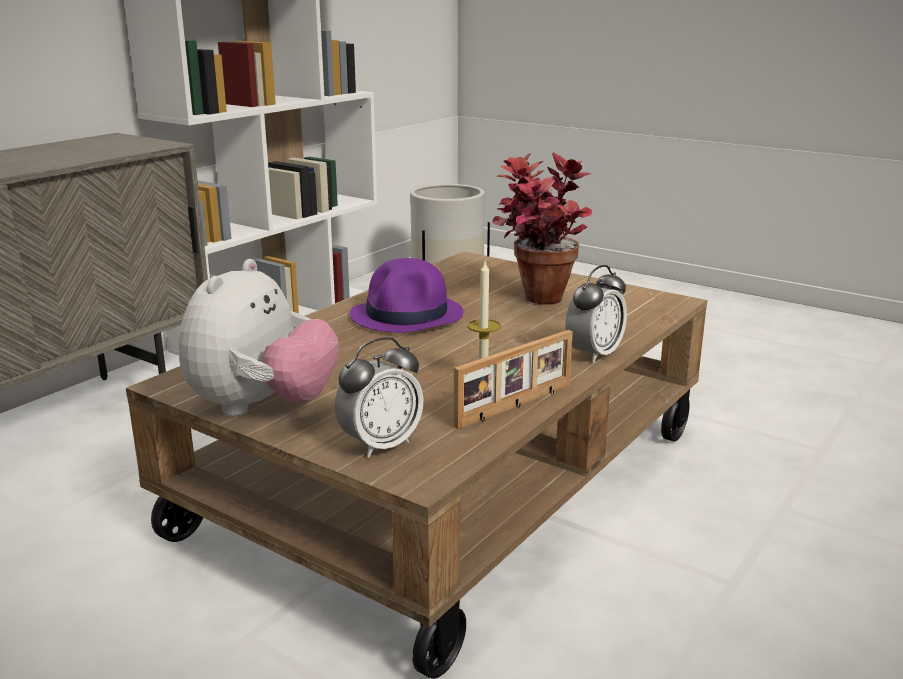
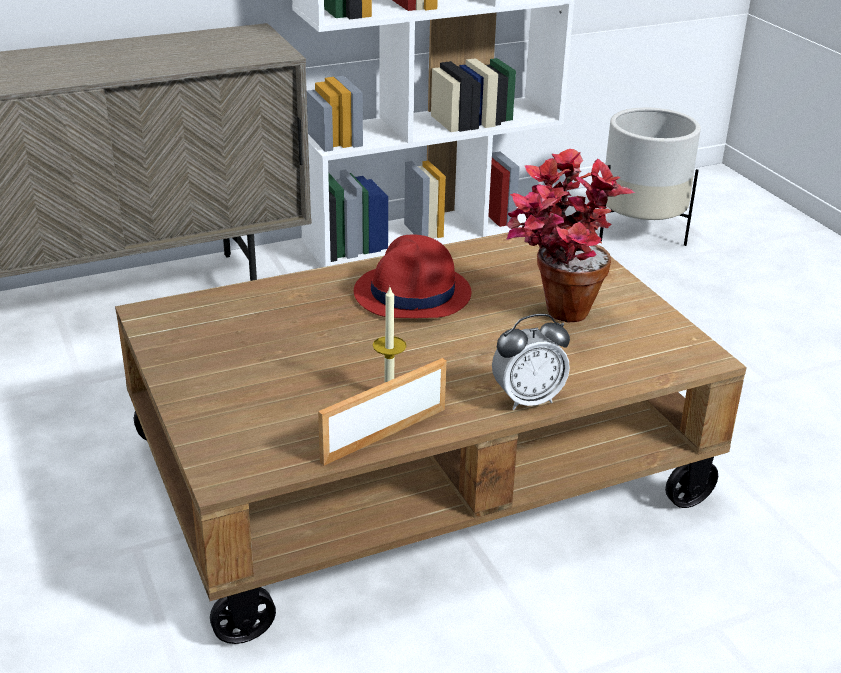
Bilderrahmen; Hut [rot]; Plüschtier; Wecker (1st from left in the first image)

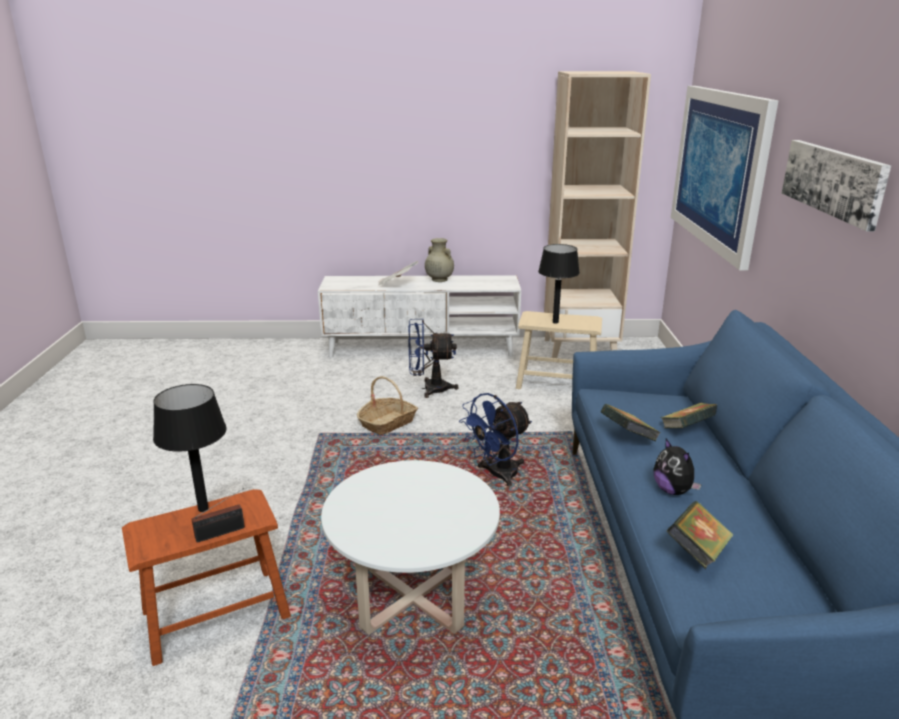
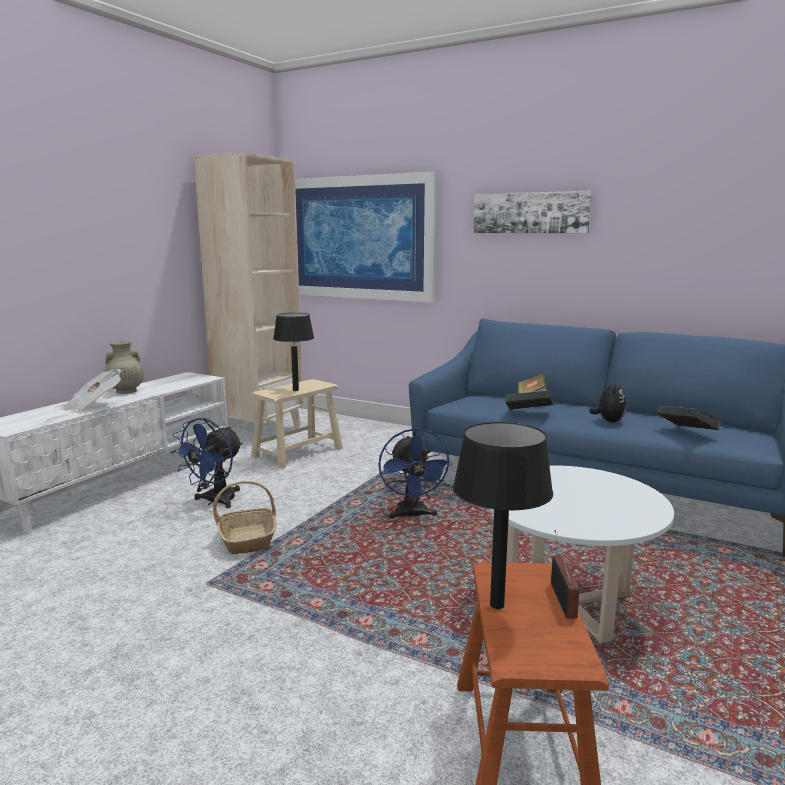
Plüschtier

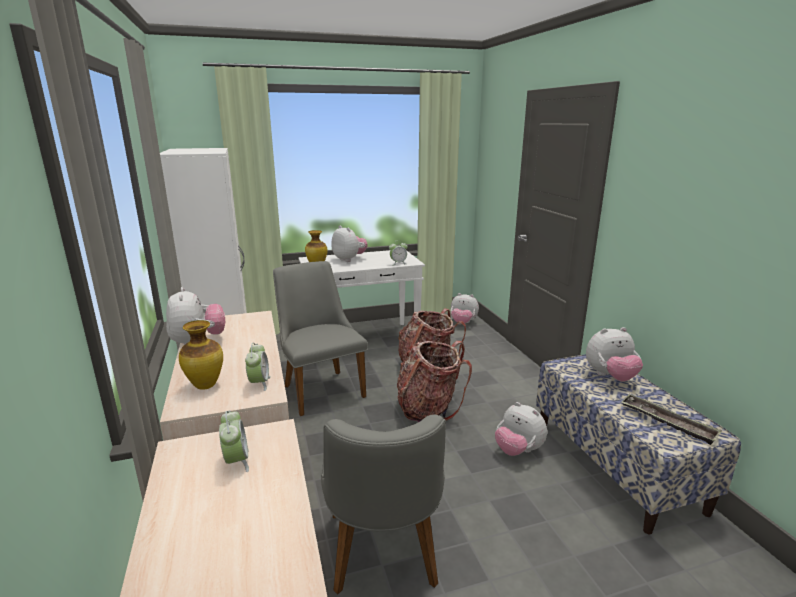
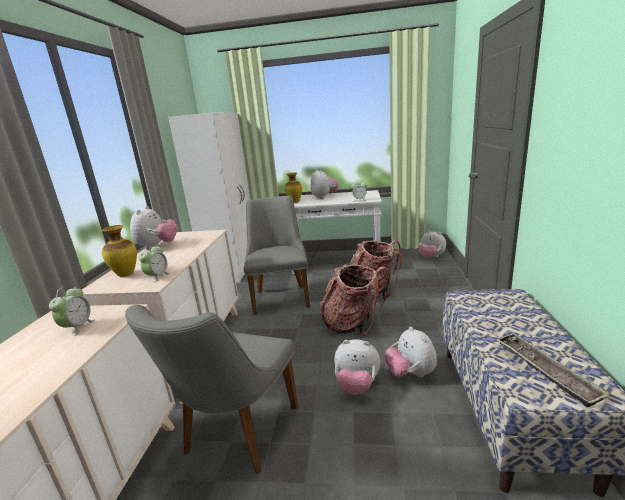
Plüschtier (3rd from left)

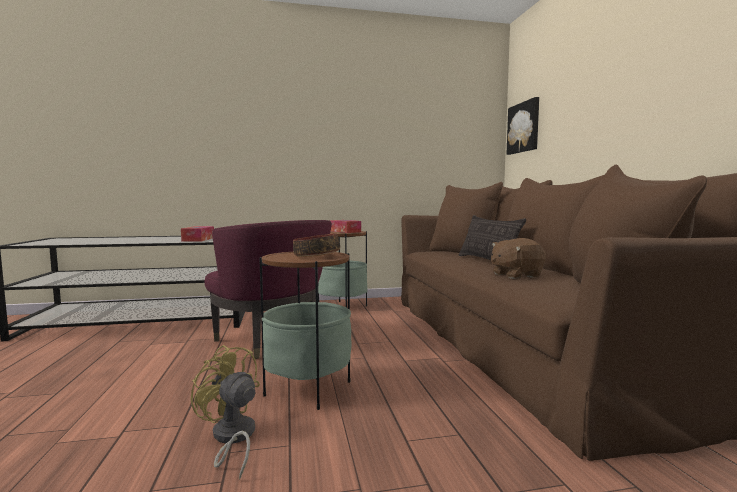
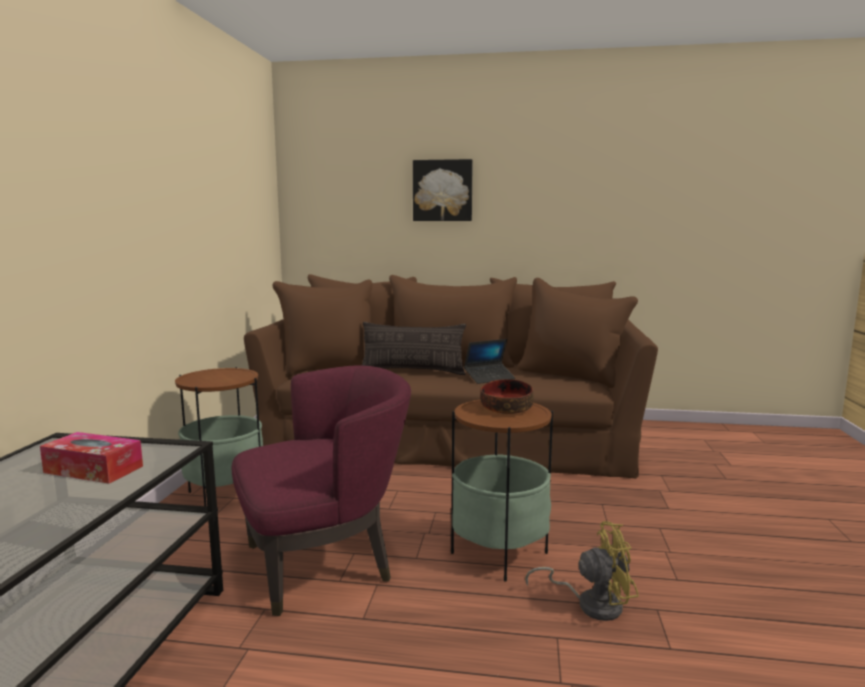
Bild; Laptop; Ventilator [gelb]; Taschentuchbox (2nd from left in the first image)

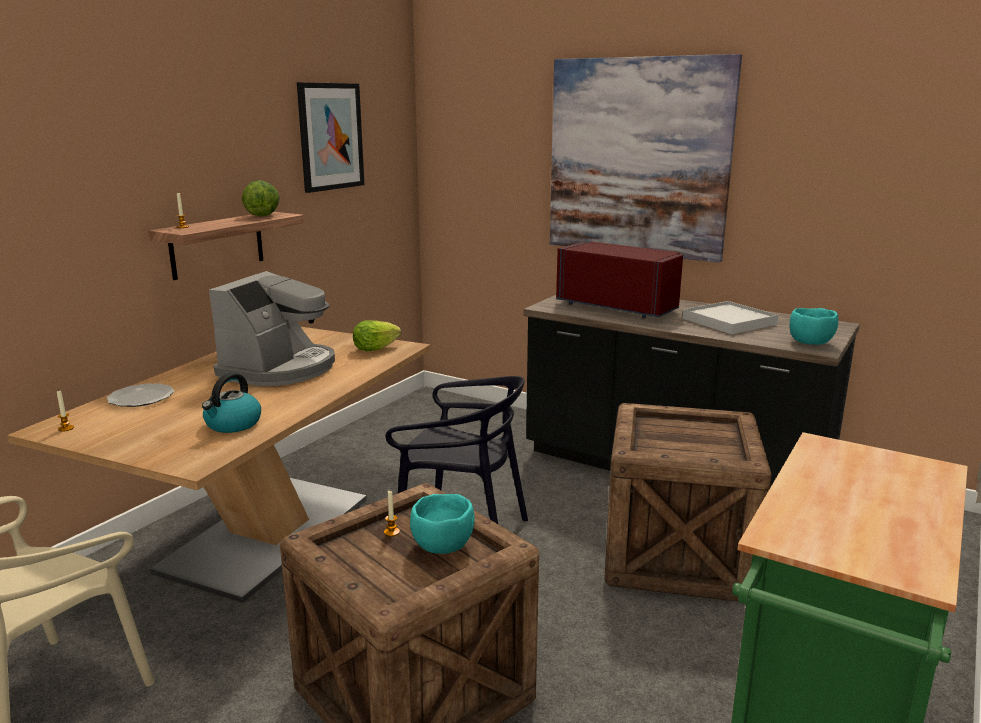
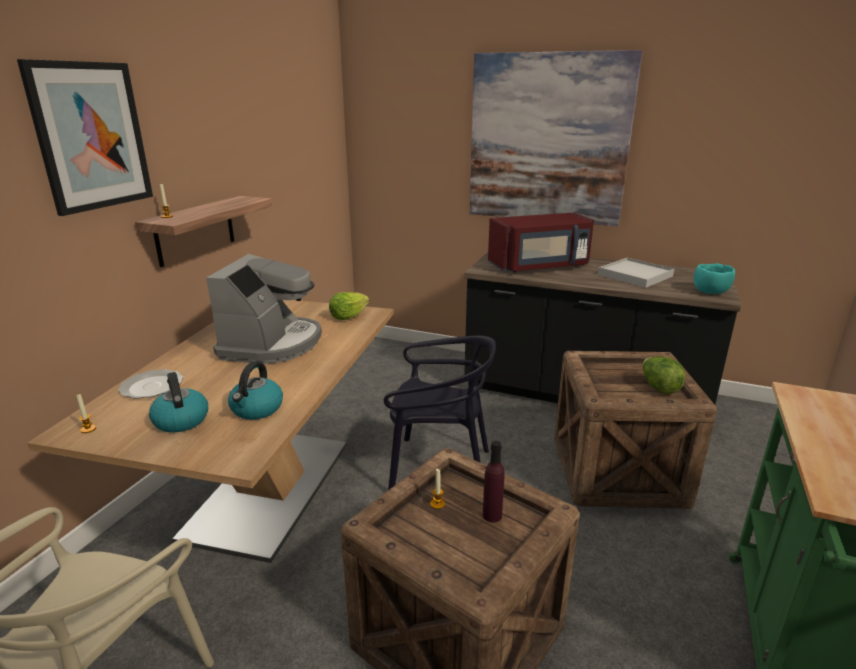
Bild (1st from left); Wasserkessel (1st from left); Flasche [lila]; Mikrowelle [rot]; Salatkopf (2nd from left)

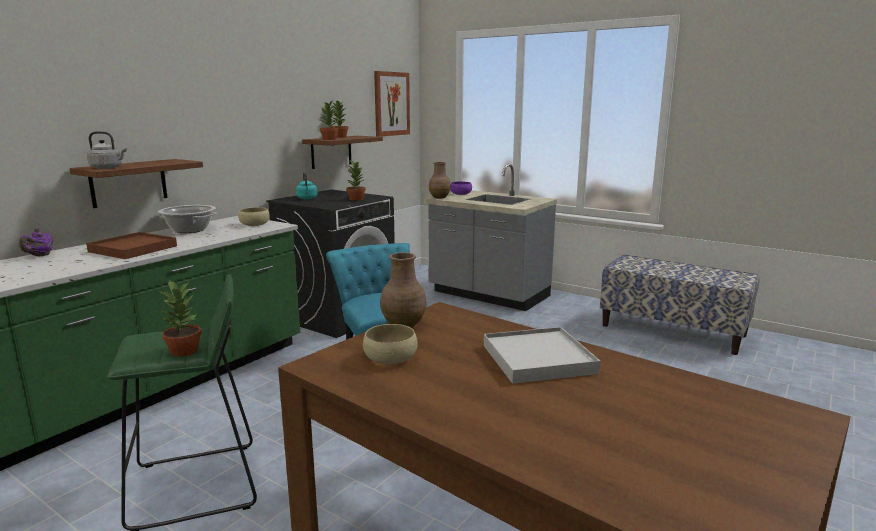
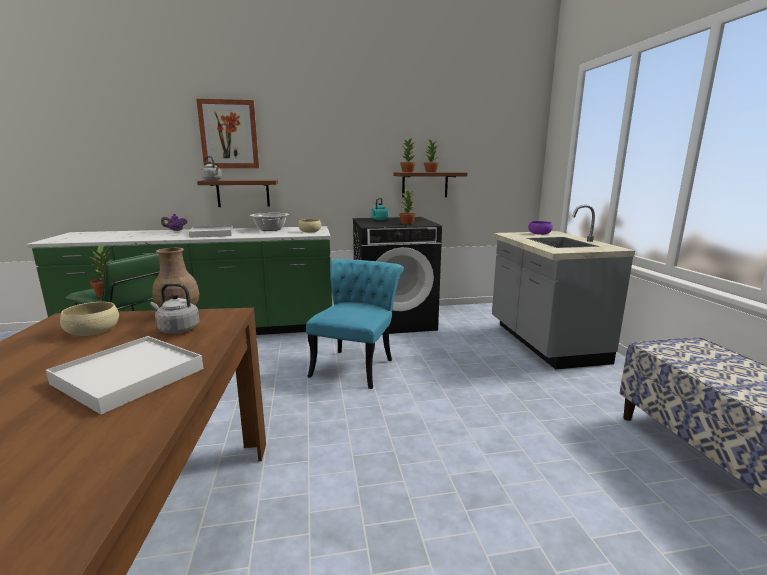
Wasserkessel [grau] (1st from left); Tablett [weiß] (2nd from left); Bild; Vase [braun] (2nd from left in the first image)

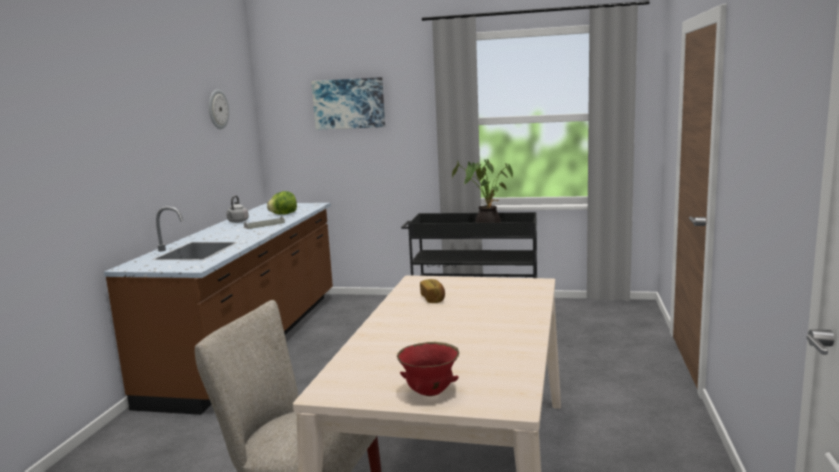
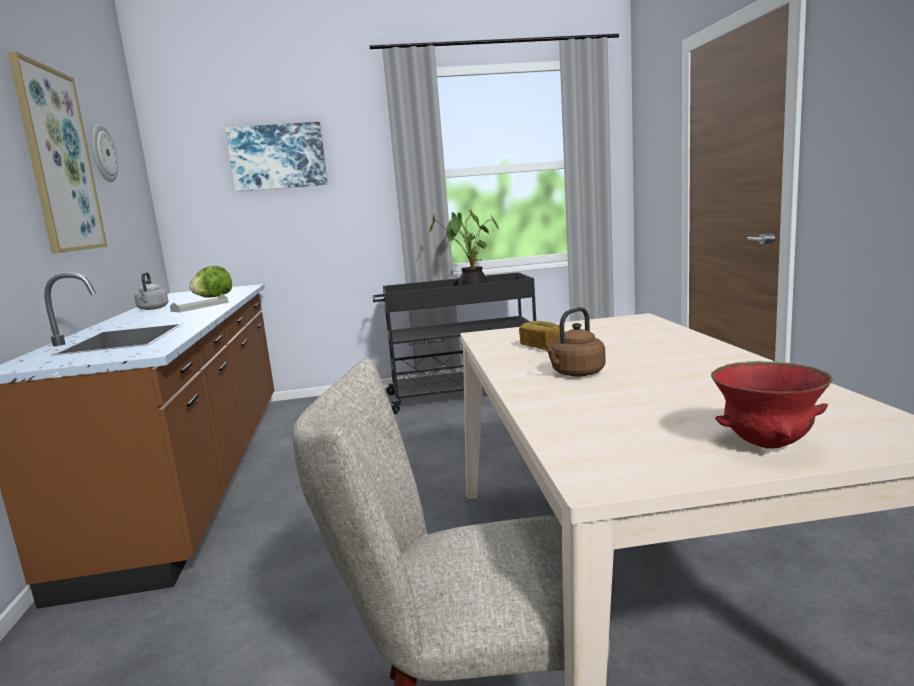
Bild (1st from left); Wasserkessel [braun]

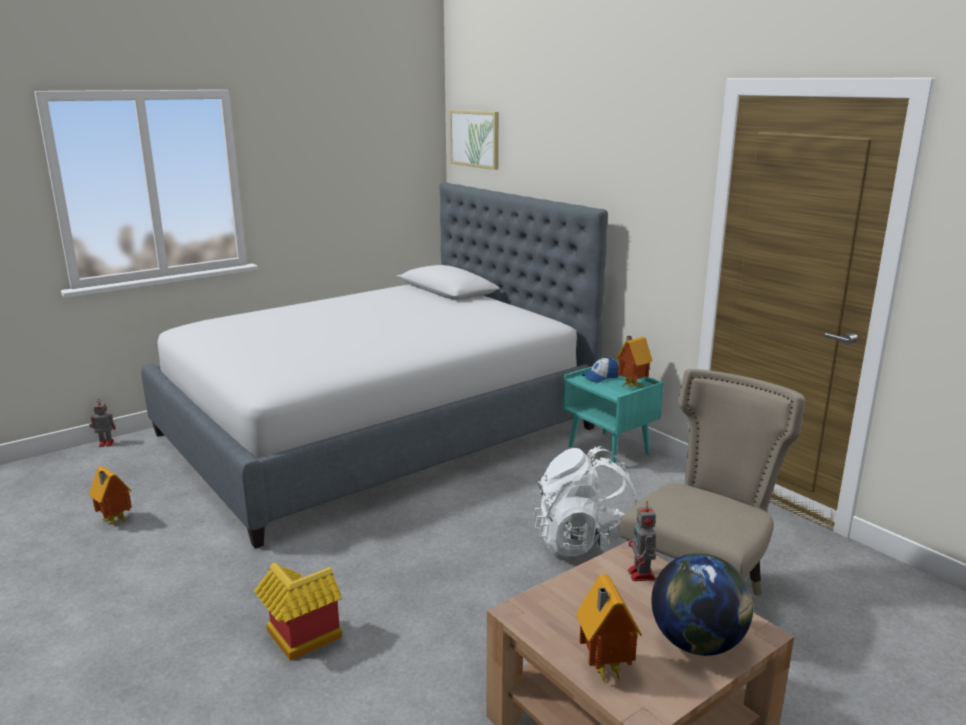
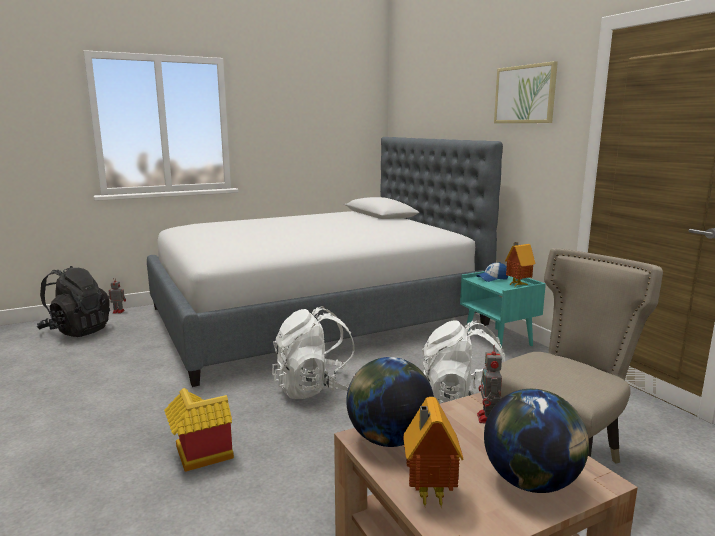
Rucksack [schwarz]; Rucksack [weiß] (1st from left); Globus (1st from left); Bild; Spielzeughaus (1st from left in the first image)

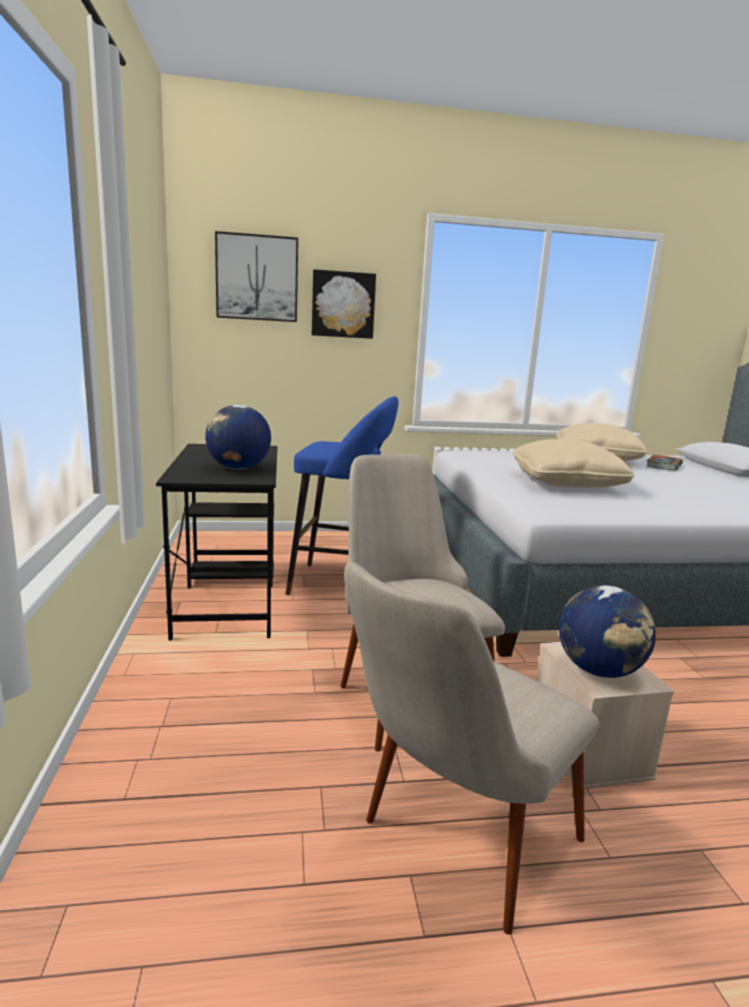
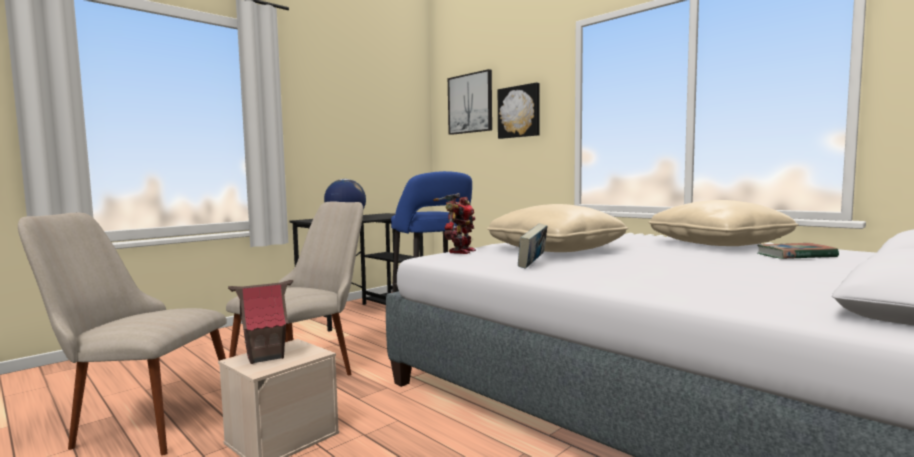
Spielzeughaus; Spielzeugroboter; Buch (1st from left)

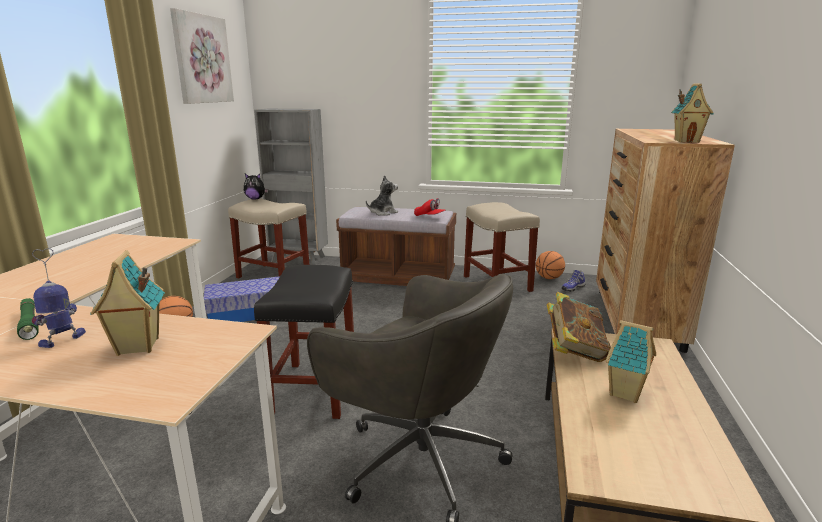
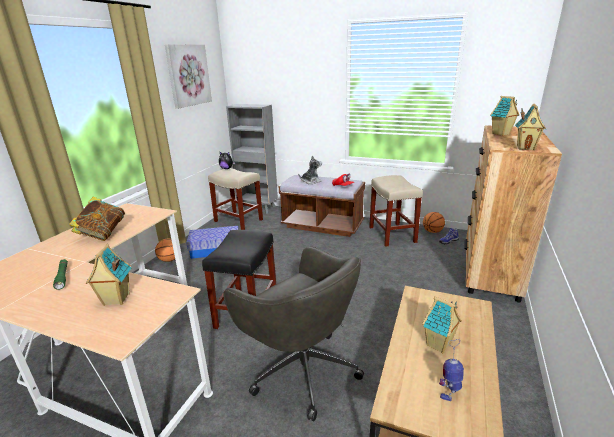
Buch; Spielzeugroboter; Spielzeughaus (3rd from left)

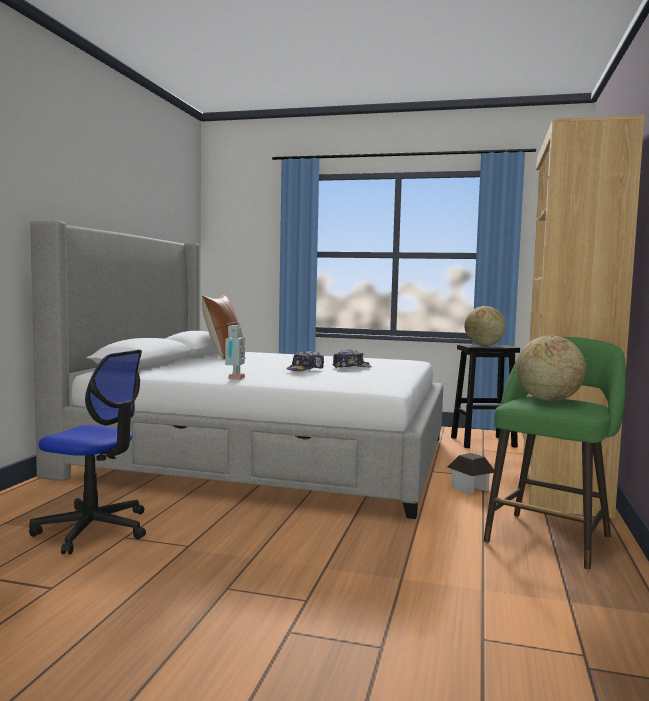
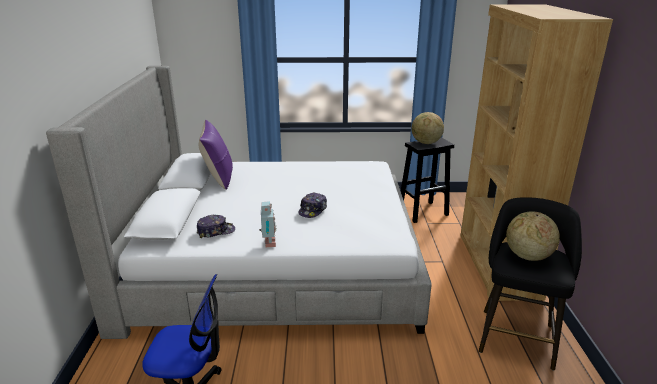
Kappe (1st from left); Kissen [lila]; Hocker [schwarz] (2nd from left); Spielzeughaus

